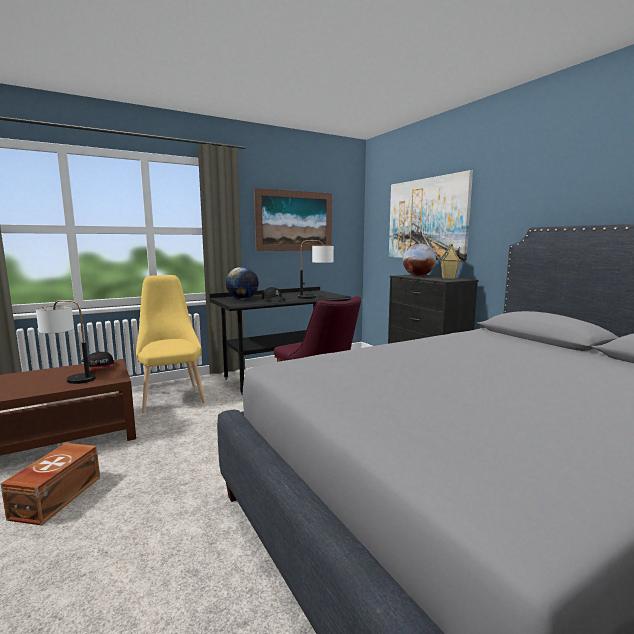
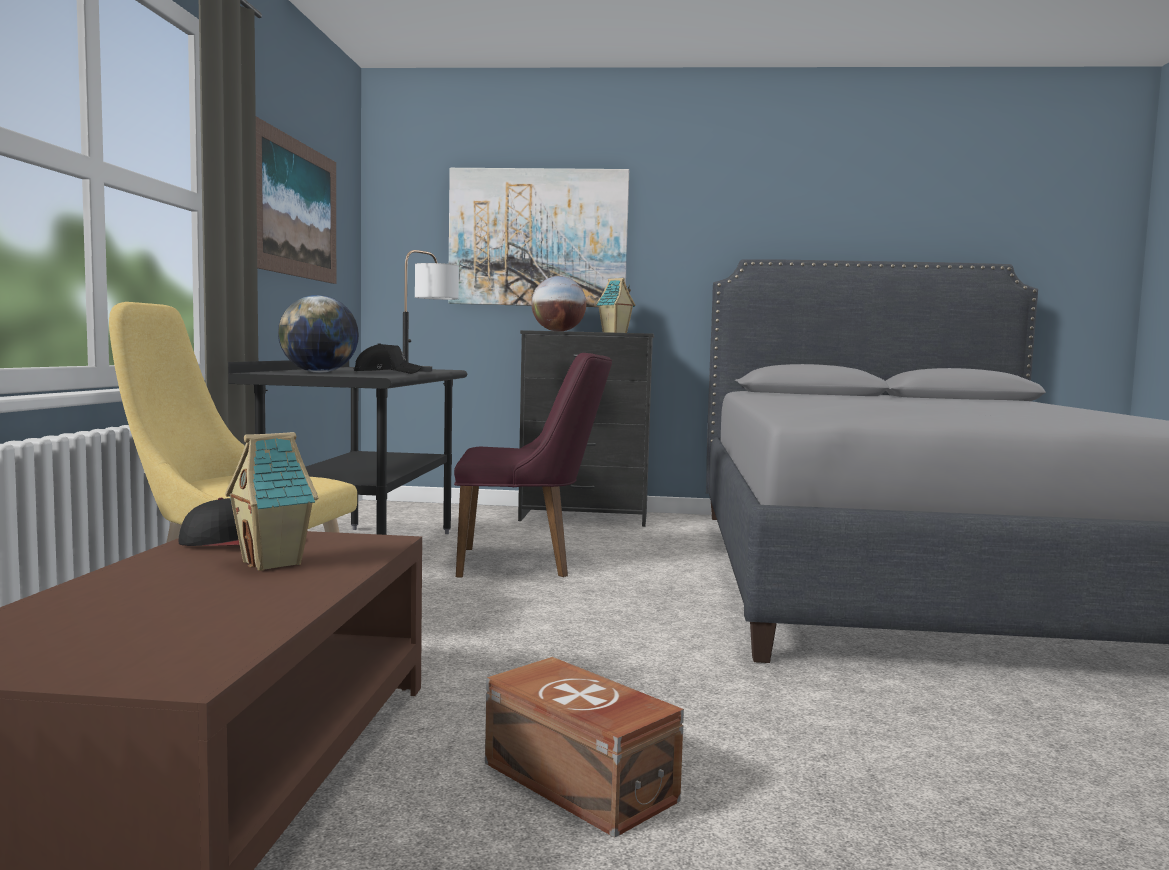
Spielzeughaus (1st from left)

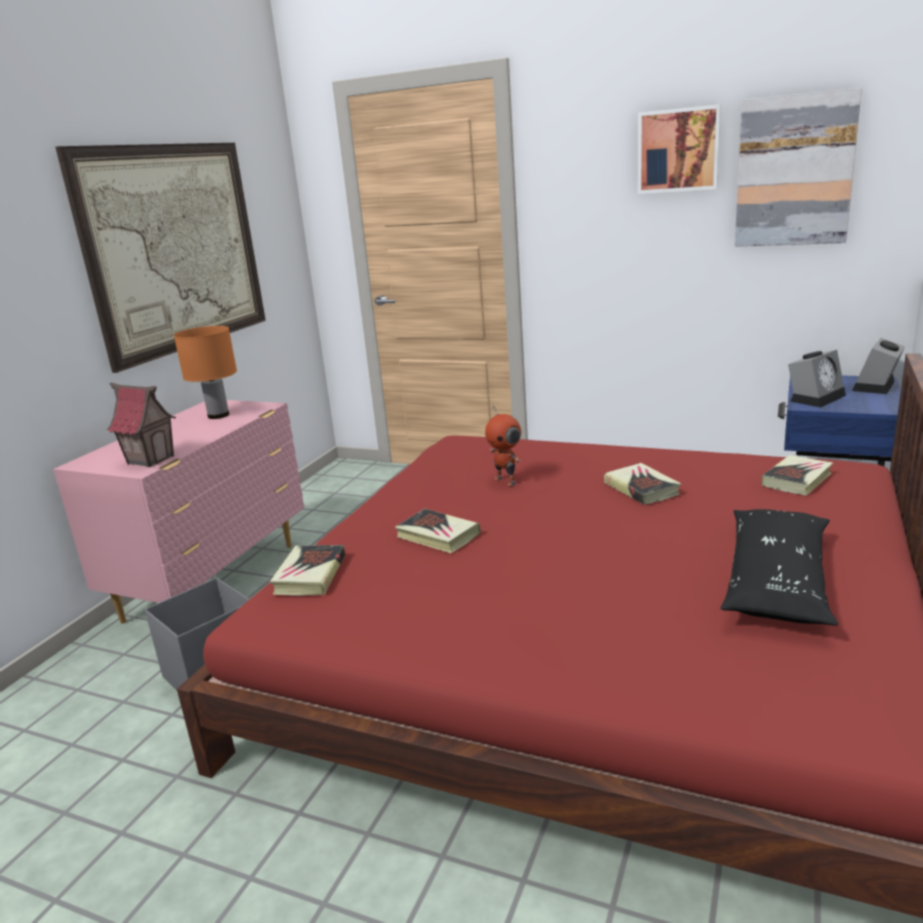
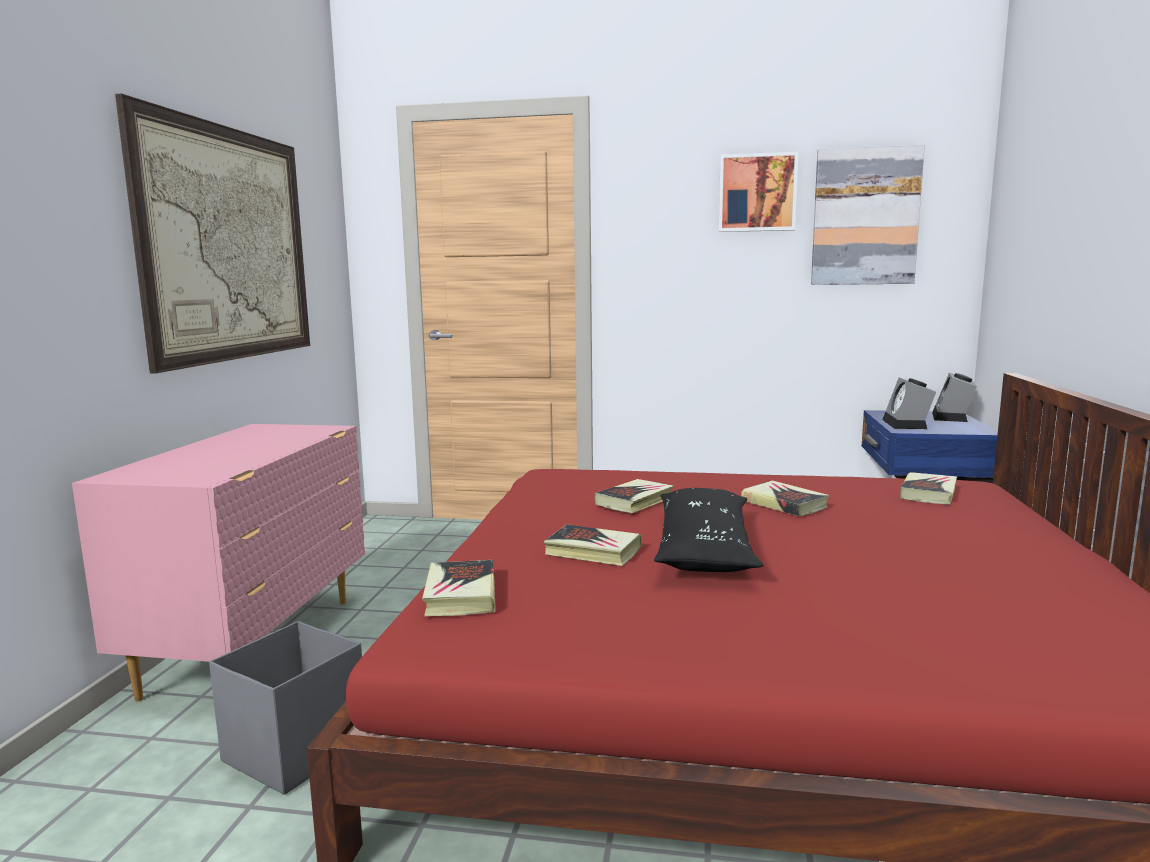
Buch (3rd from left); Kissen [schwarz]; Wecker (1st from left); Spielzeughaus; Tischlampe [orange]

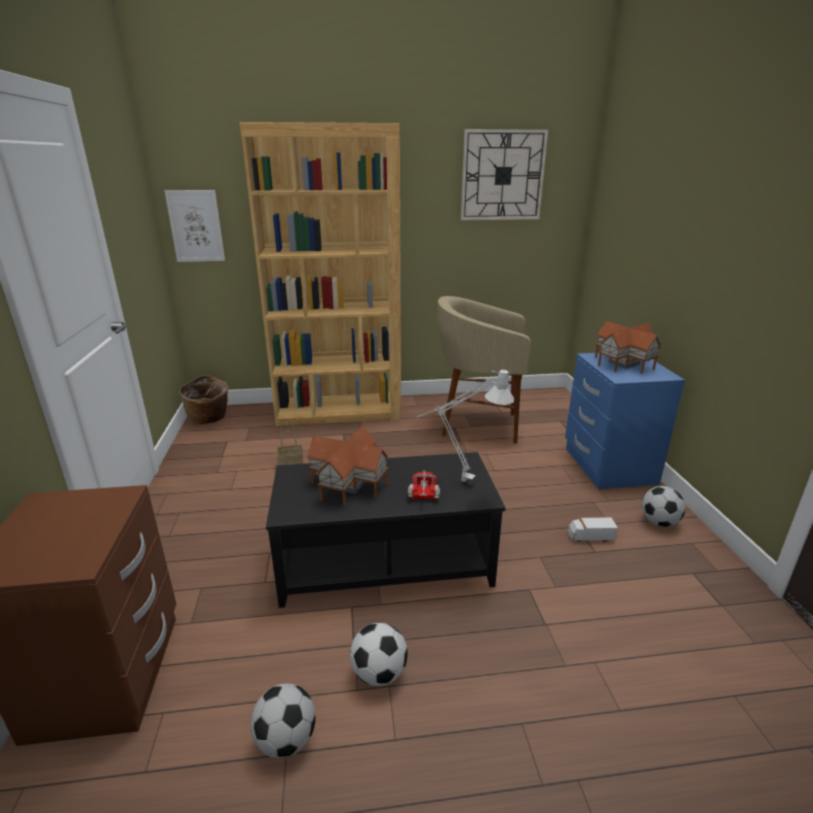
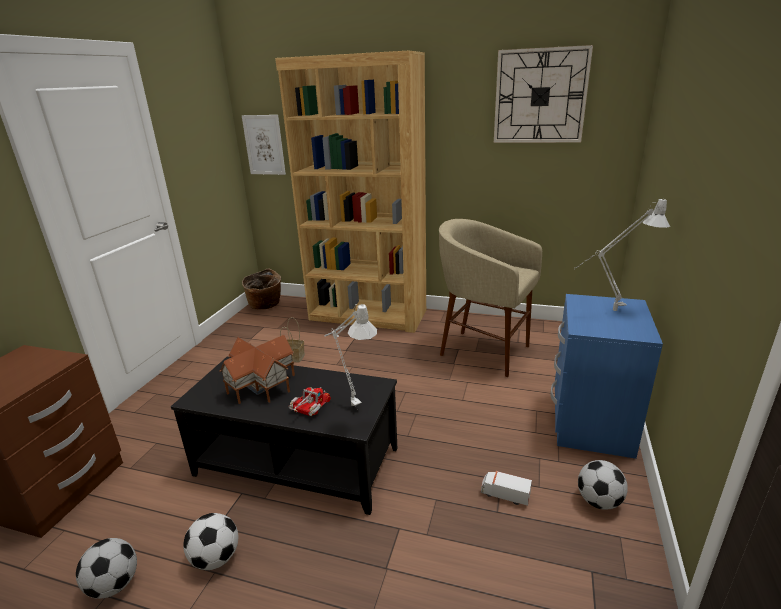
Tischlampe [grau] (2nd from left)

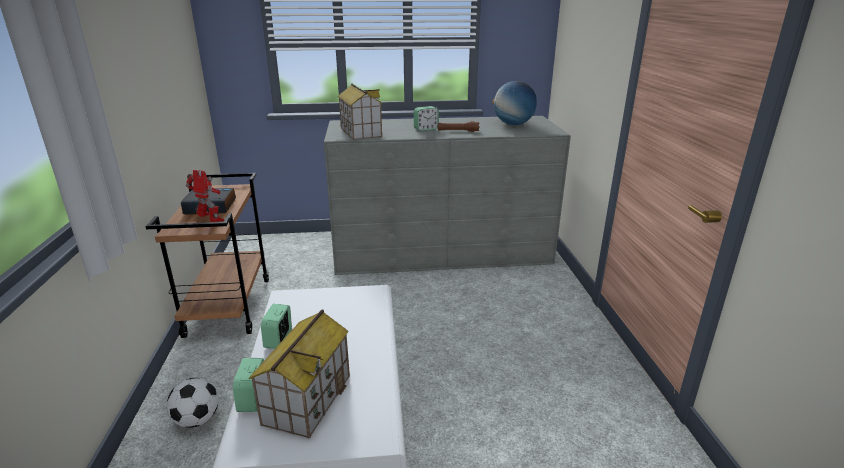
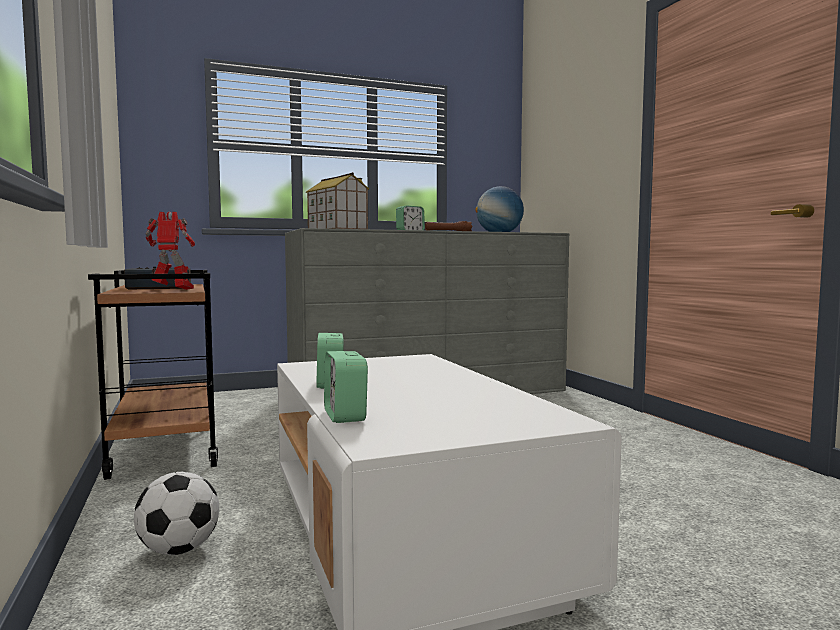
Spielzeughaus (1st from left in the first image)

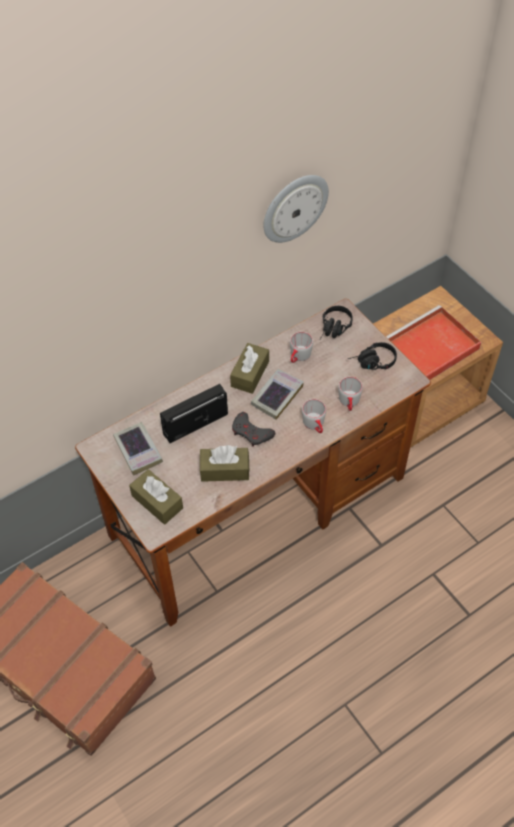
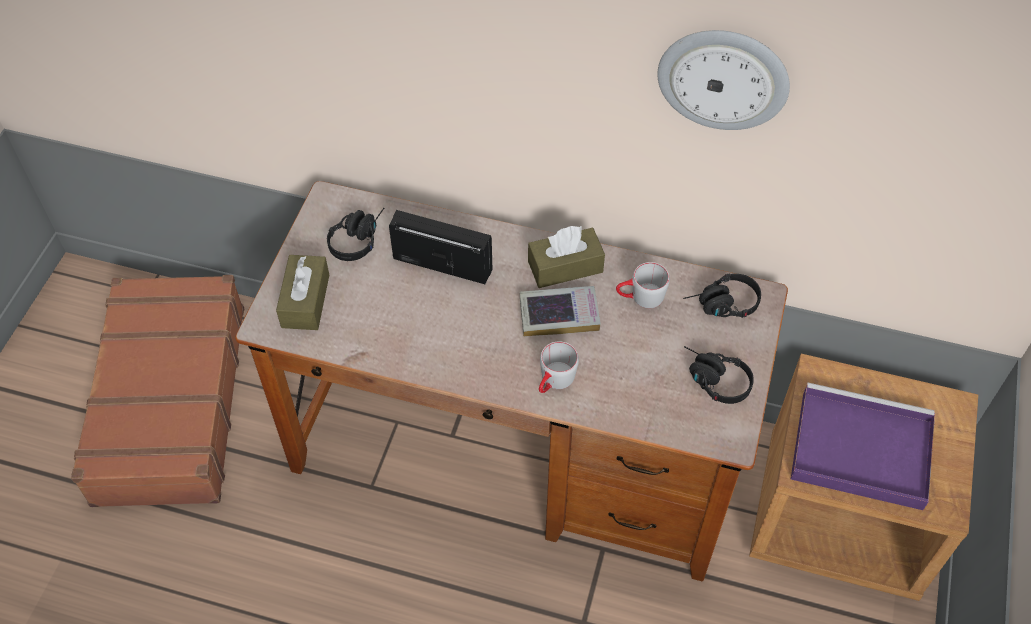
Kopfhörer [schwarz] (1st from left); Tablett [lila]; Taschentuchbox [braun] (2nd from left in the first image); Gamepad [grau]; Henkelbecher [grau] (3rd from left in the first image)

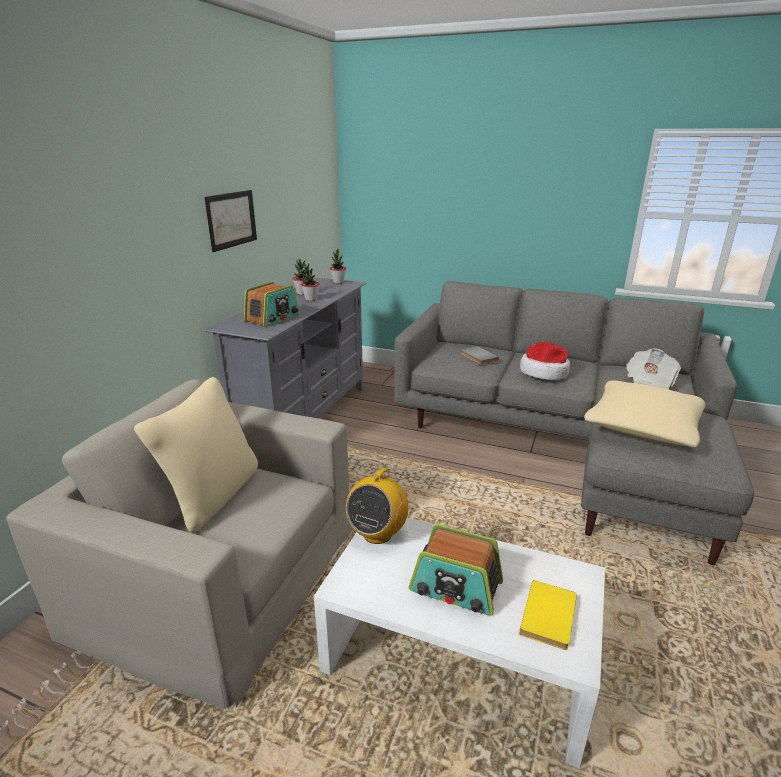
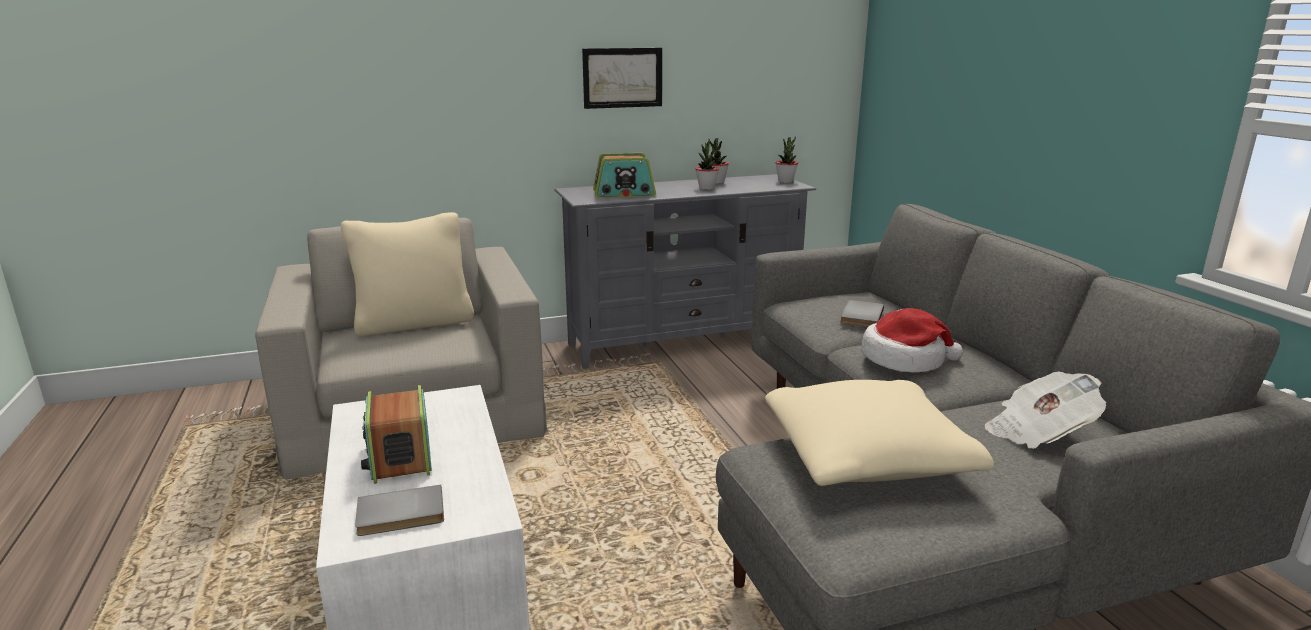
Buch [grau] (1st from left); Radio (2nd from left in the first image)

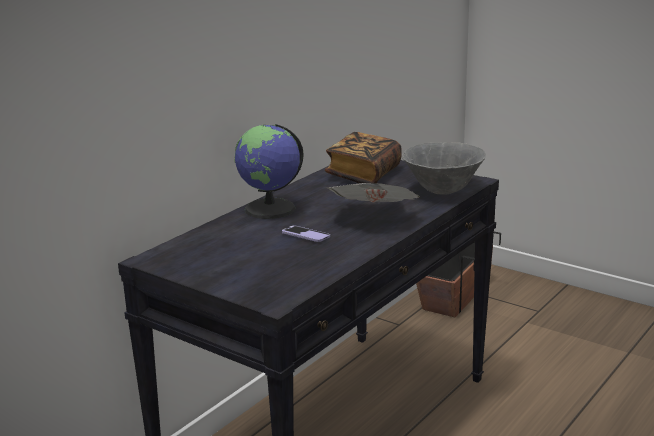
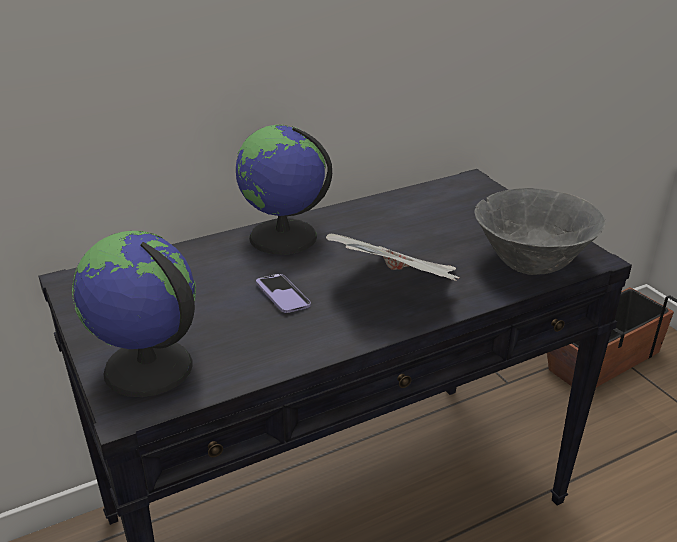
Globus (1st from left); Buch

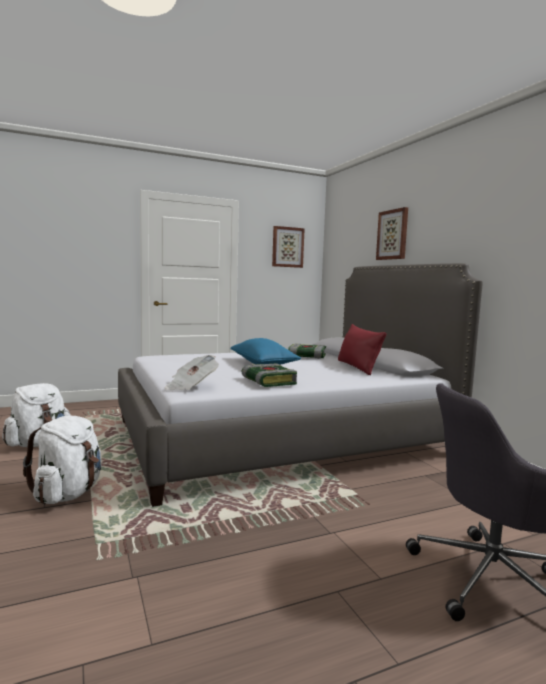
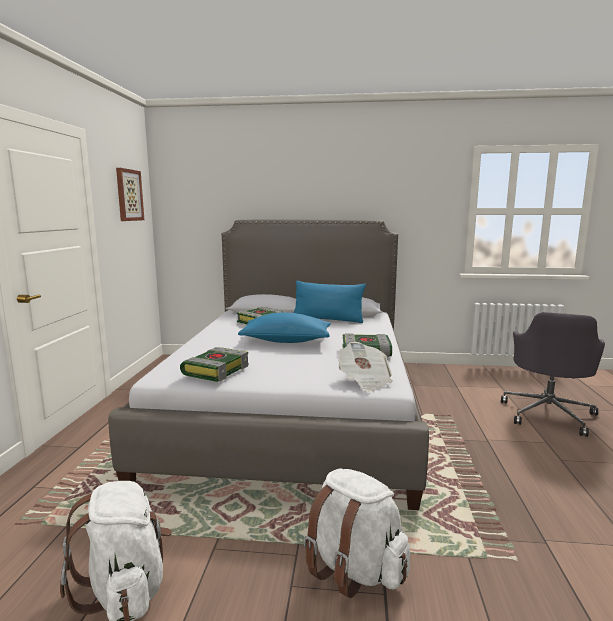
Buch (1st from left); Kissen [blau] (2nd from left); Bild (2nd from left in the first image)

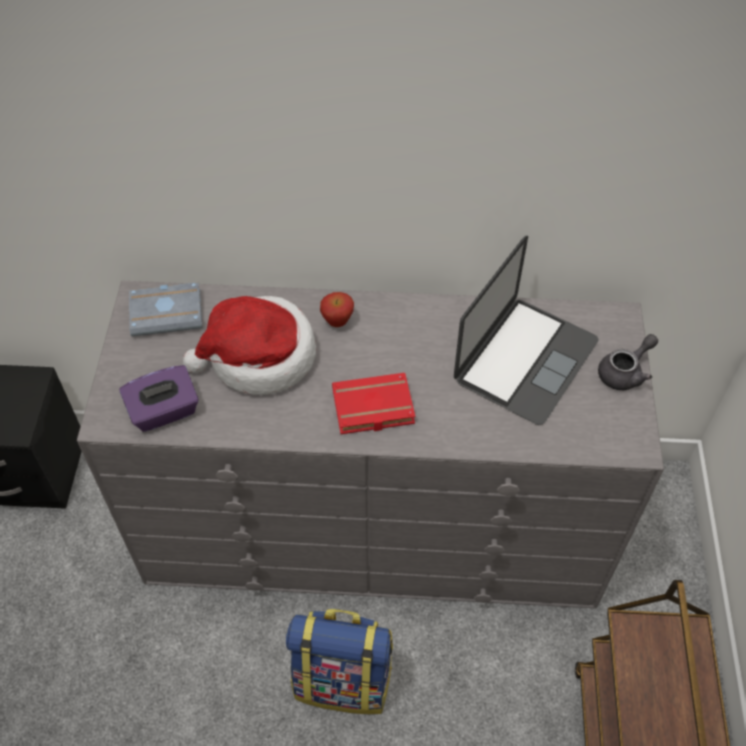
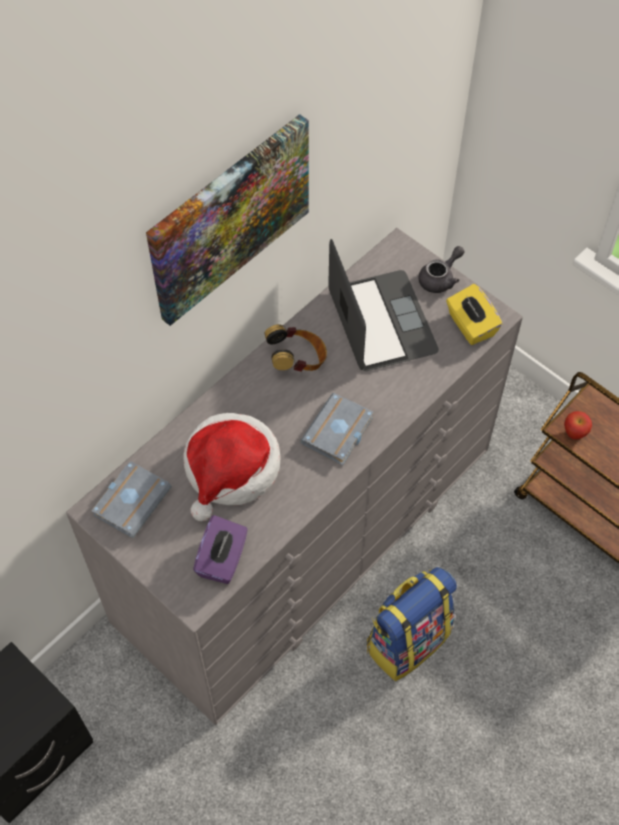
Bild; Kopfhörer; Buch [grau] (2nd from left); Teekanne [grau]; Taschentuchbox [gelb]; Apfel

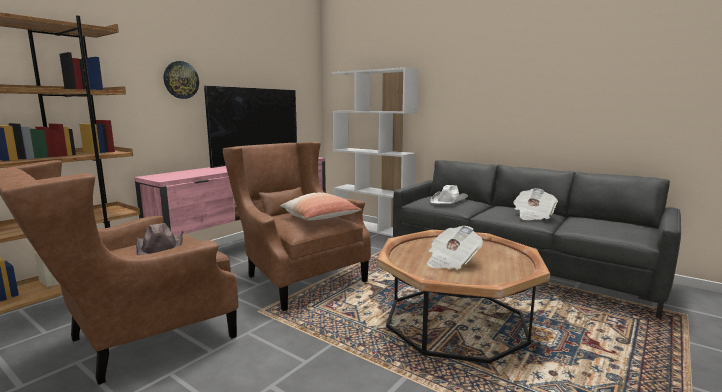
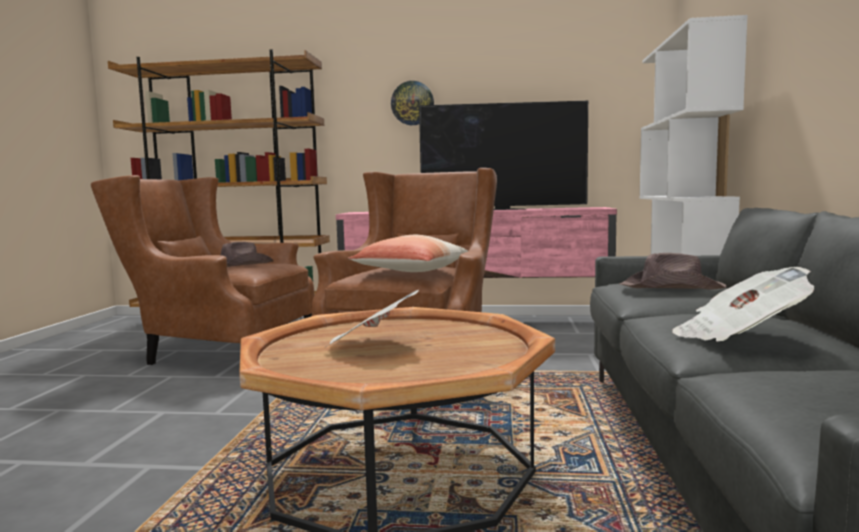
Hut [braun] (2nd from left)

